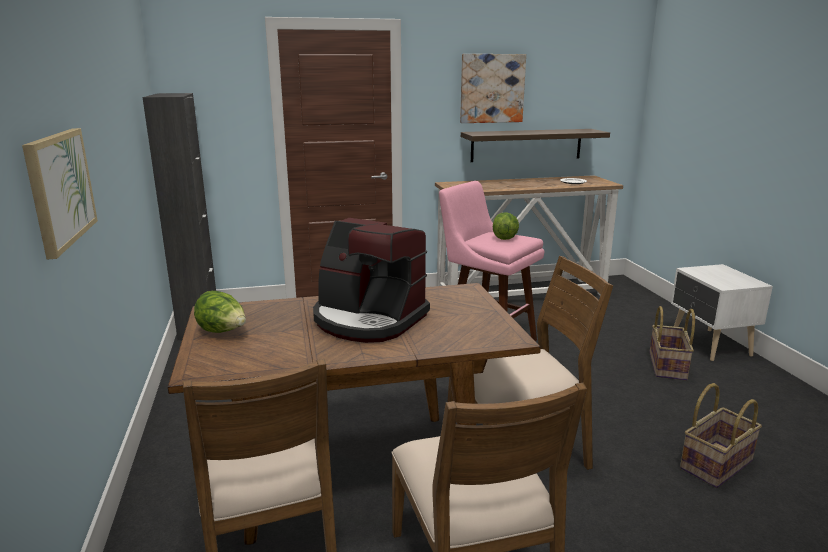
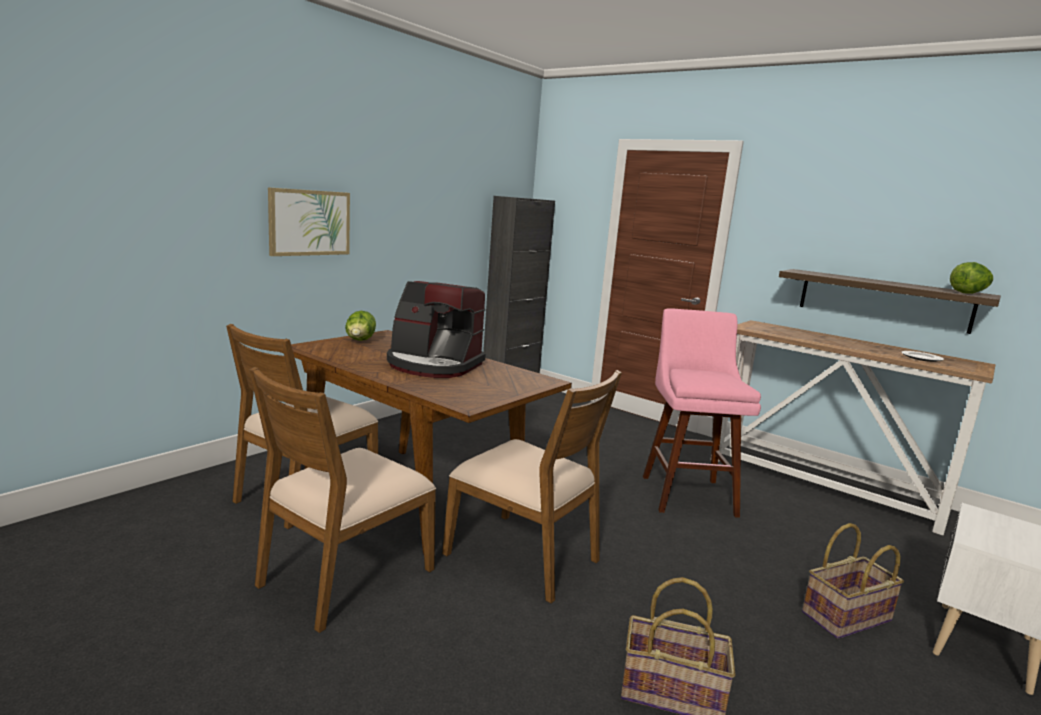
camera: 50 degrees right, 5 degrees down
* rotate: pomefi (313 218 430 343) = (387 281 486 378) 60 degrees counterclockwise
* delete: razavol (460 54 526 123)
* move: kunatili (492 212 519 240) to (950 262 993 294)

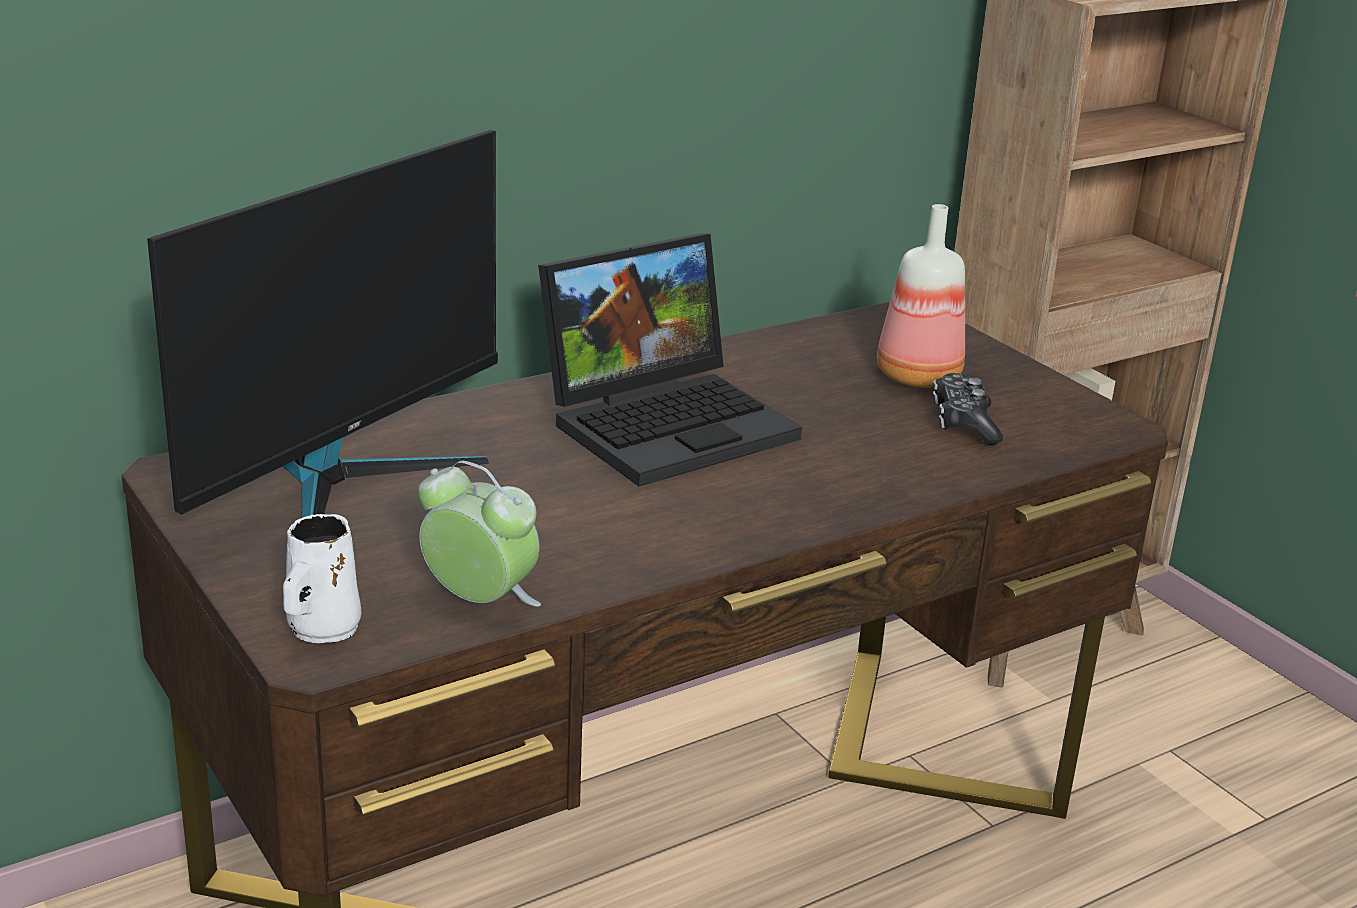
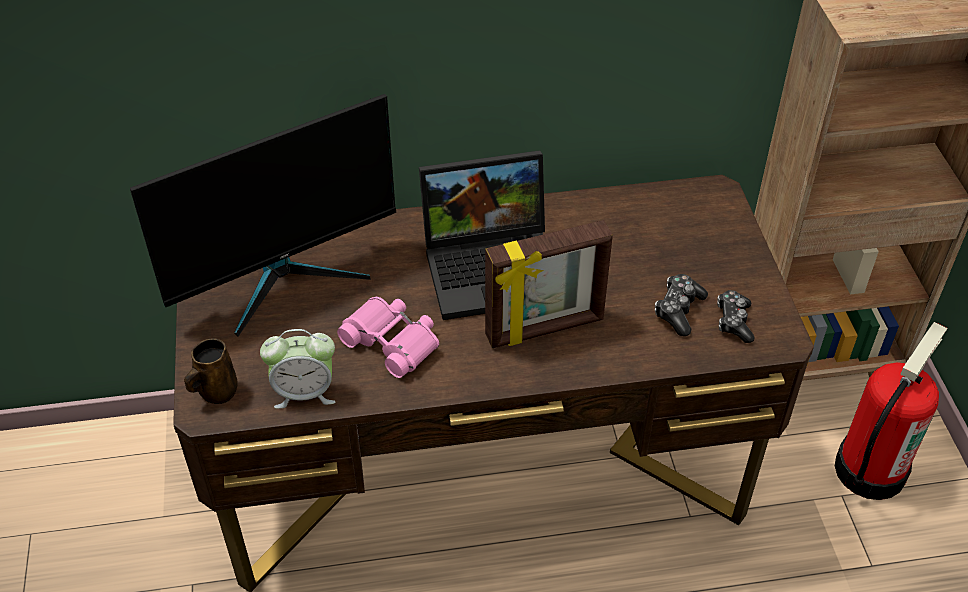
camera: 25 degrees right, 20 degrees up
* recolor: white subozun (283 514 361 643) to brown subozun (184 338 238 404)
* rotate: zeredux (418 461 541 607) = (260 329 335 409) 120 degrees clockwise
* delete: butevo (877 204 965 388)
* insert: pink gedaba (337 297 439 378)
* insert: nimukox (485 220 613 348)
* insert: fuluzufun (717 290 755 343)
* insert: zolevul (835 322 948 500)

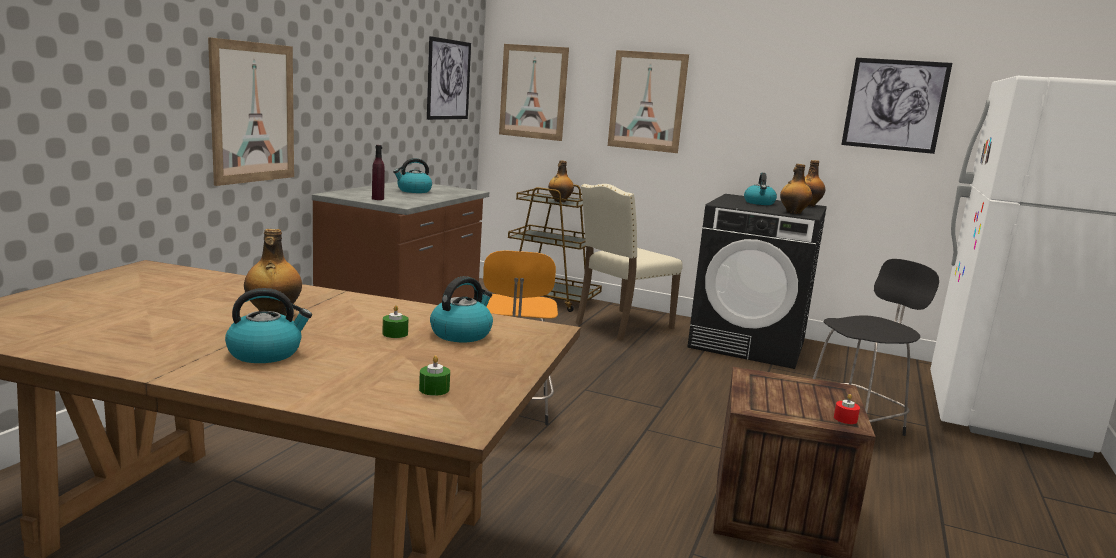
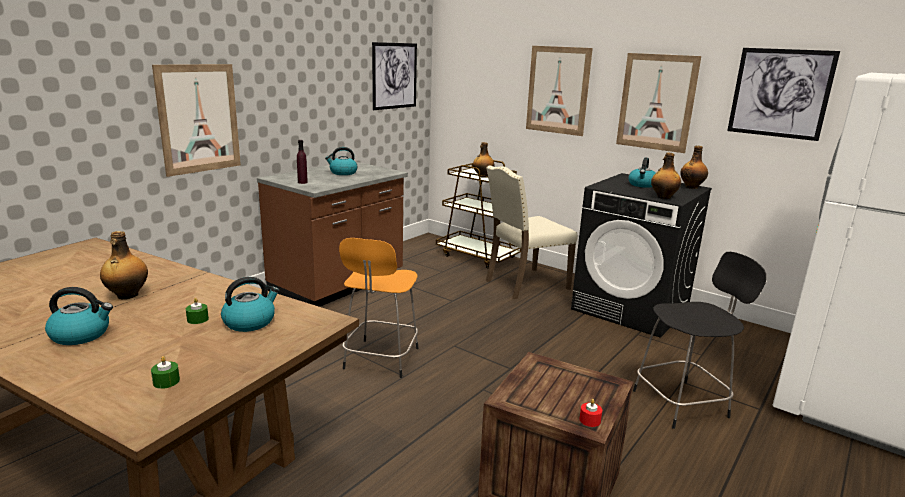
camera: 15 degrees right, 5 degrees up
* move: razavol (499 44 569 141) to (616 53 701 153)

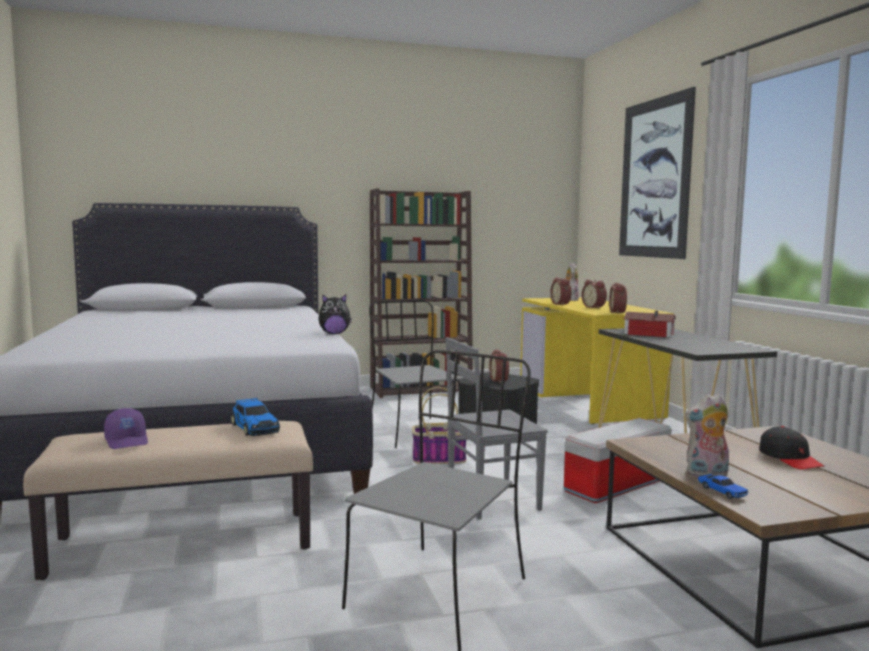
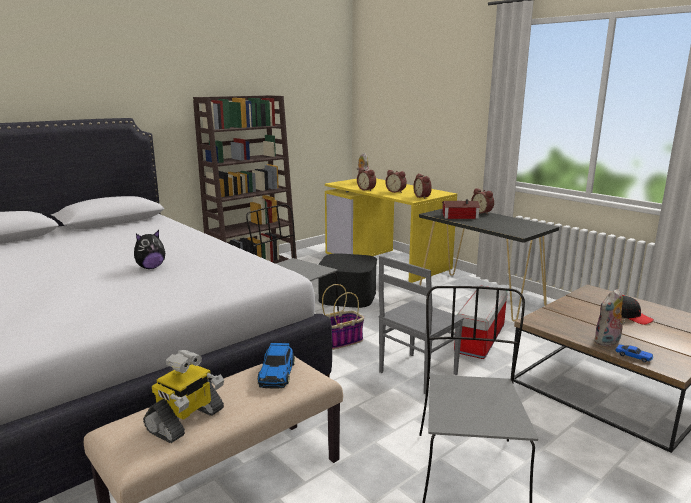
camera: 25 degrees left, 10 degrees up
* replace: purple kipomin (104 408 148 449) to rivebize (143 350 224 443)
* rotate: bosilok (231 398 280 436) = (258 343 295 388) 60 degrees clockwise
* move: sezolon (318 294 352 334) to (134 230 165 269)
* move: zeredux (489 349 509 383) to (471 188 494 215)
* delete: razavol (619 87 696 259)

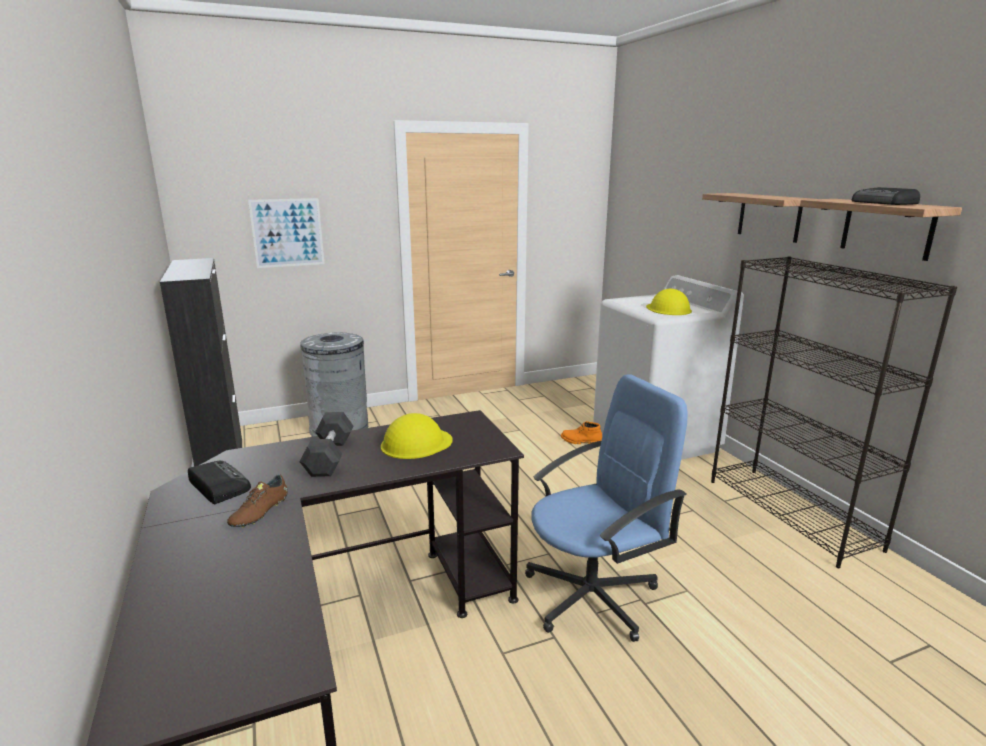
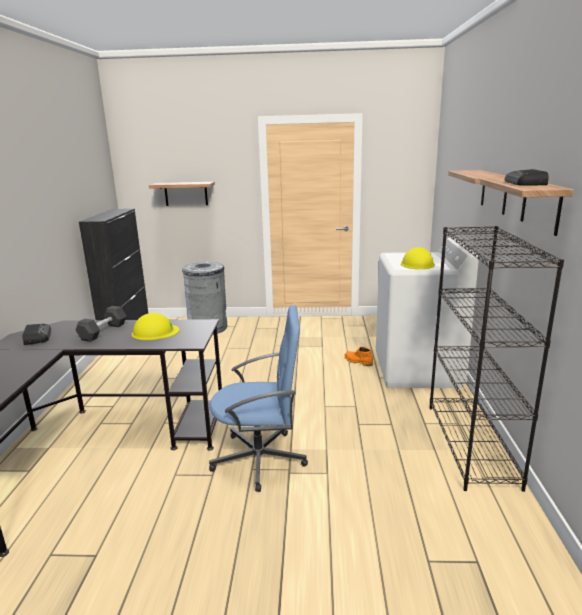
camera: 25 degrees right, 0 degrees up
* delete: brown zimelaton (227 474 288 528)
* replace: razavol (248 198 325 268) to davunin (149 182 215 206)

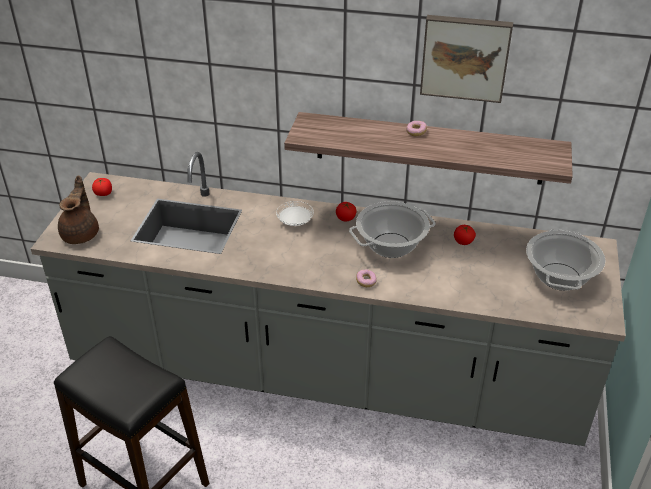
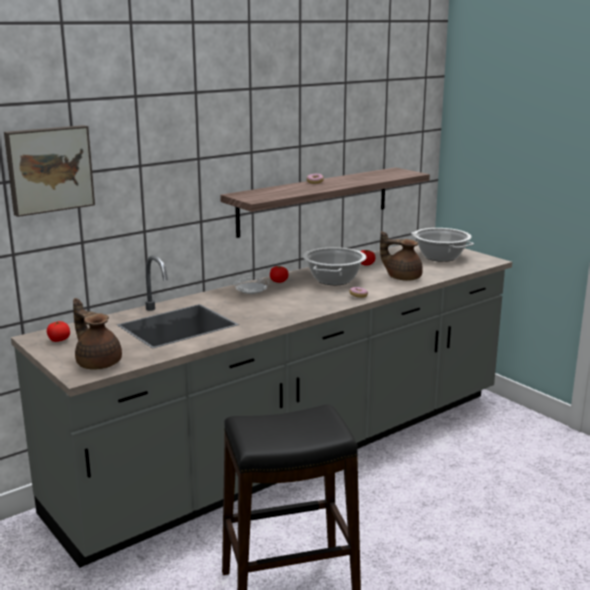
camera: 50 degrees left, 20 degrees down
* move: razavol (420 15 513 103) to (4 125 95 217)
* insert: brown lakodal (380 231 423 281)

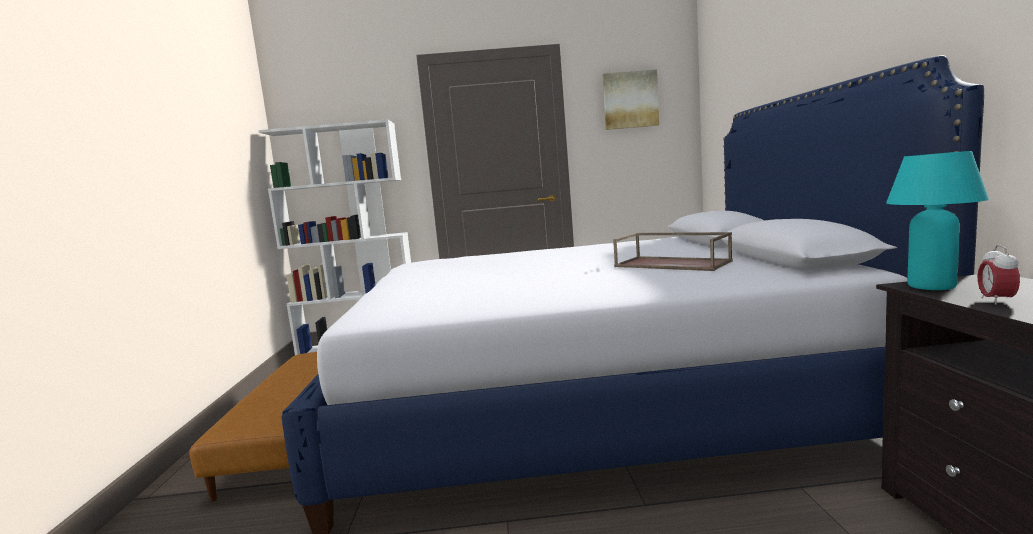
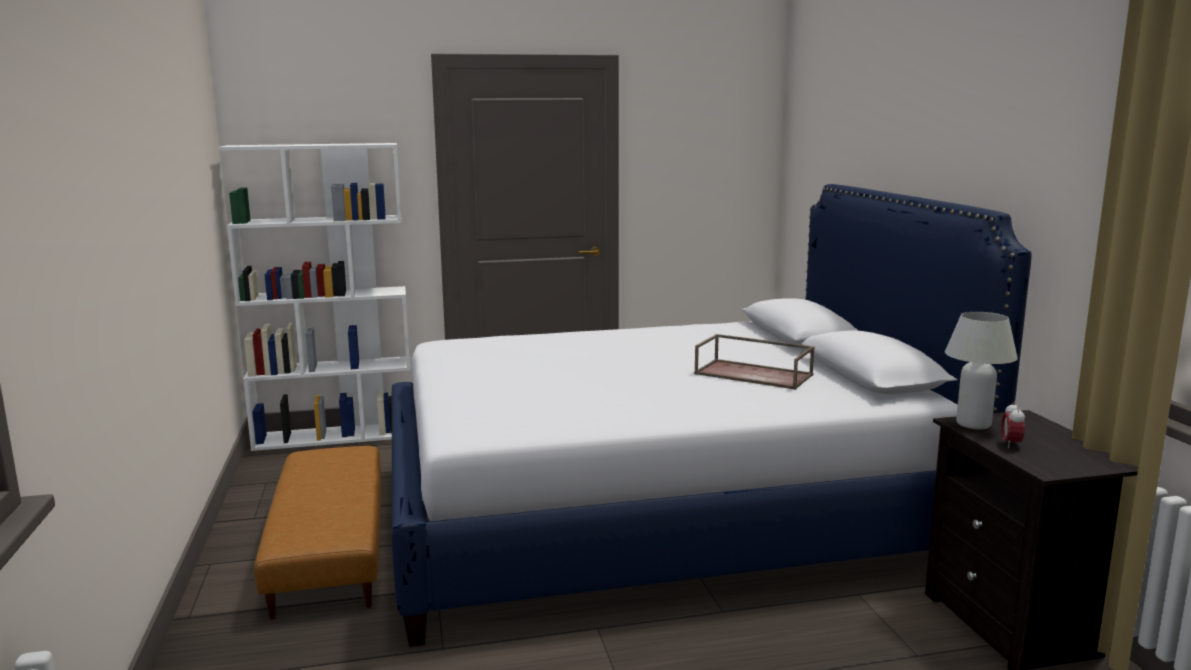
camera: 10 degrees left, 5 degrees up
* delete: razavol (602 69 659 130)
* recolor: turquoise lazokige (886 151 989 290) to white lazokige (945 312 1018 429)

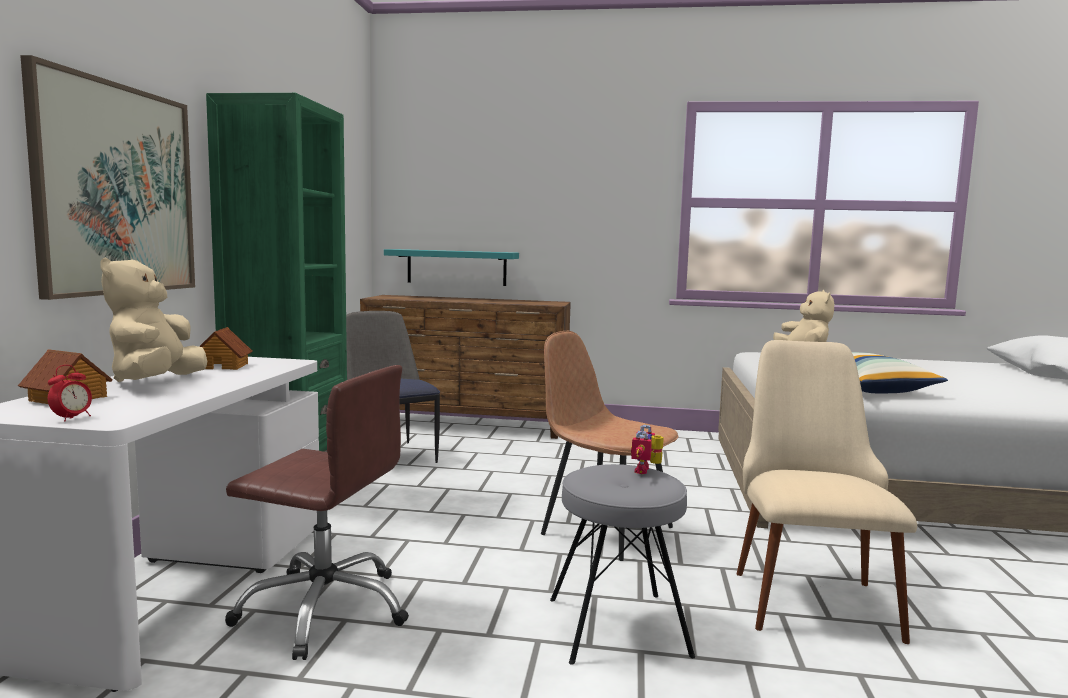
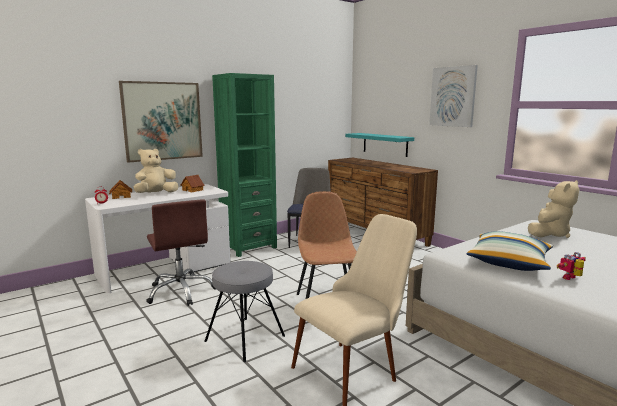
camera: 45 degrees right, 5 degrees up
* move: rivebize (631 425 664 474) to (557 252 586 280)
* insert: razavol (429 65 478 127)

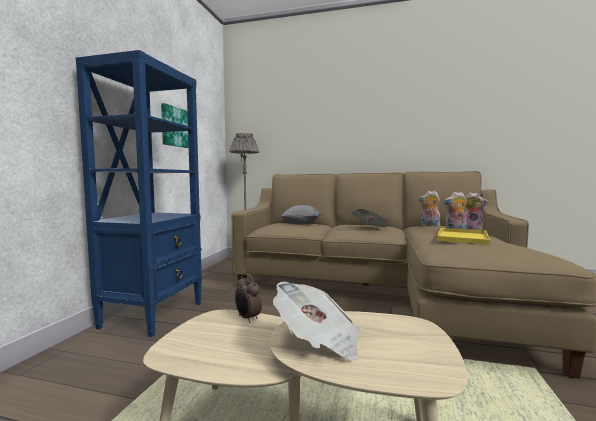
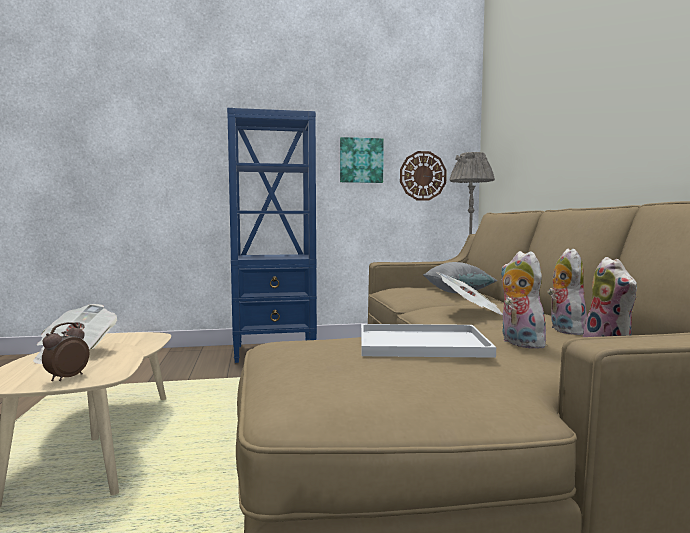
camera: 65 degrees right, 0 degrees up
* move: zeredux (235 274 262 323) to (42 322 89 381)
* recolor: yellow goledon (437 228 490 245) to white goledon (361 324 496 358)
* insert: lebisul (400 151 447 200)

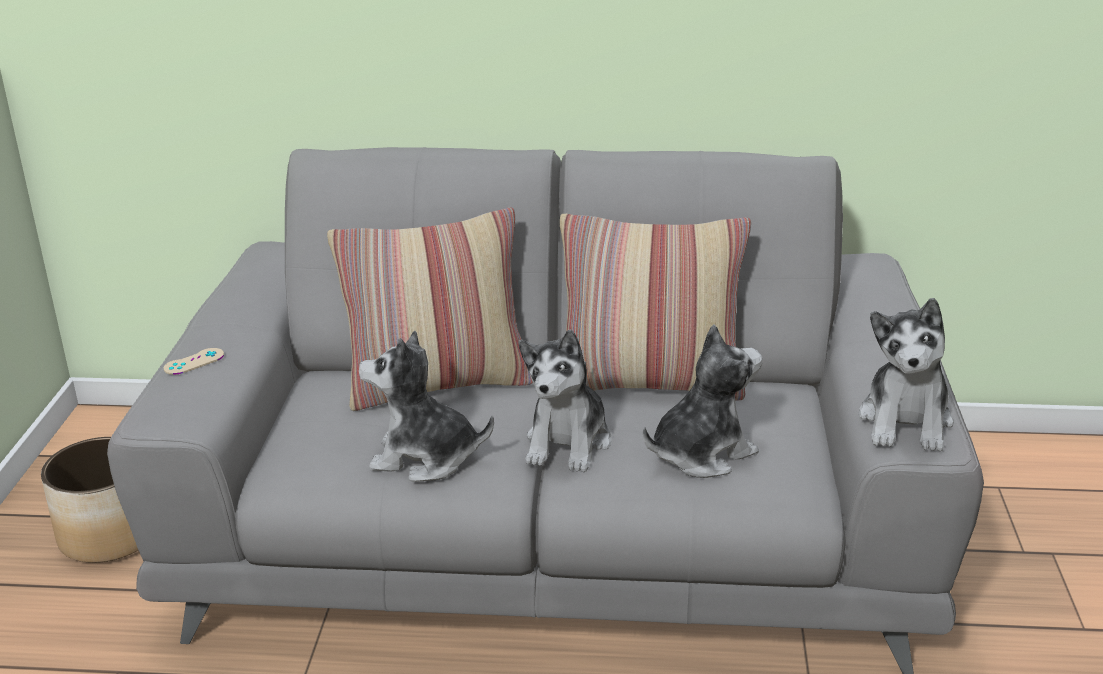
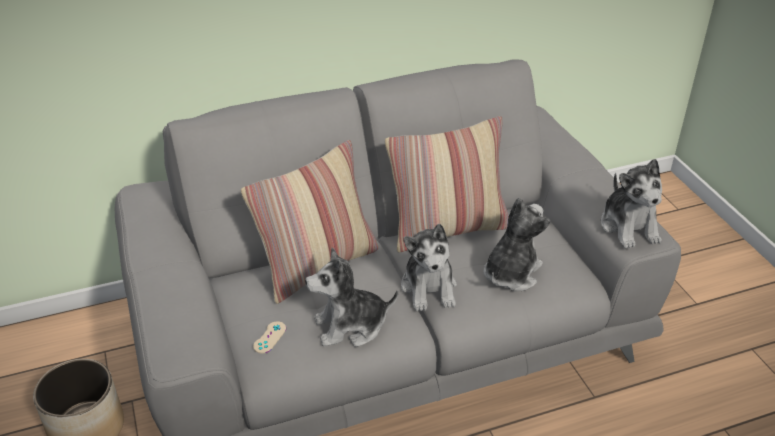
camera: 25 degrees left, 10 degrees up
* move: beige fuluzufun (164 348 224 375) to (253 321 286 354)

